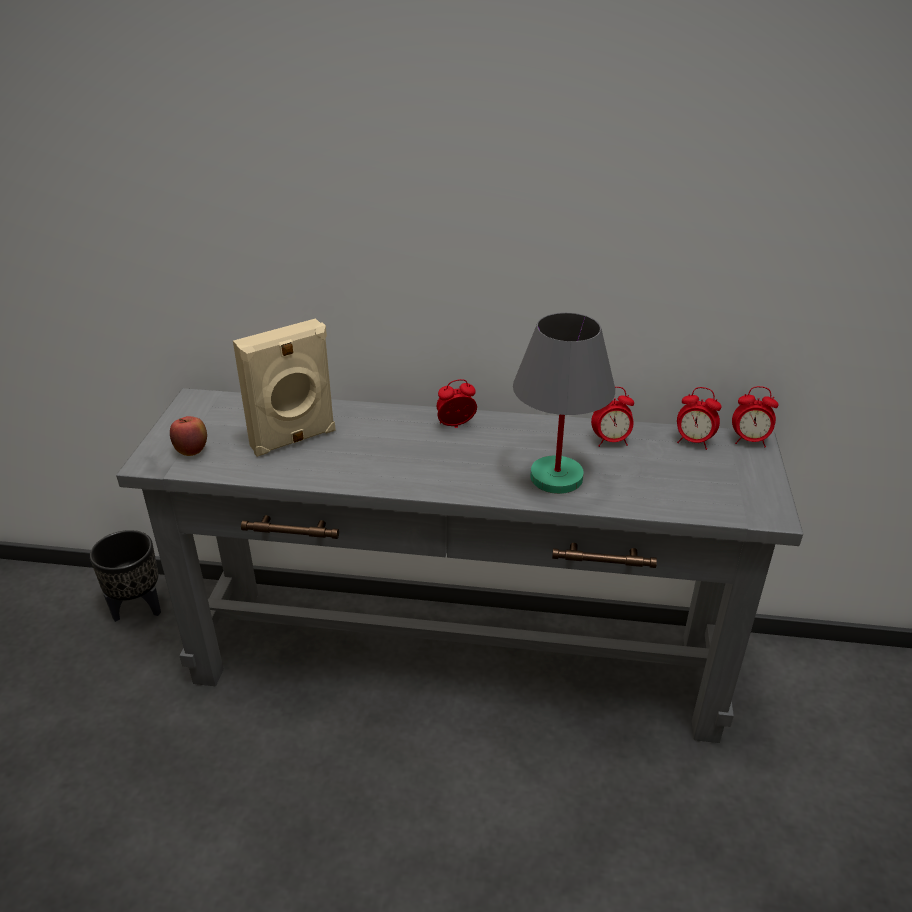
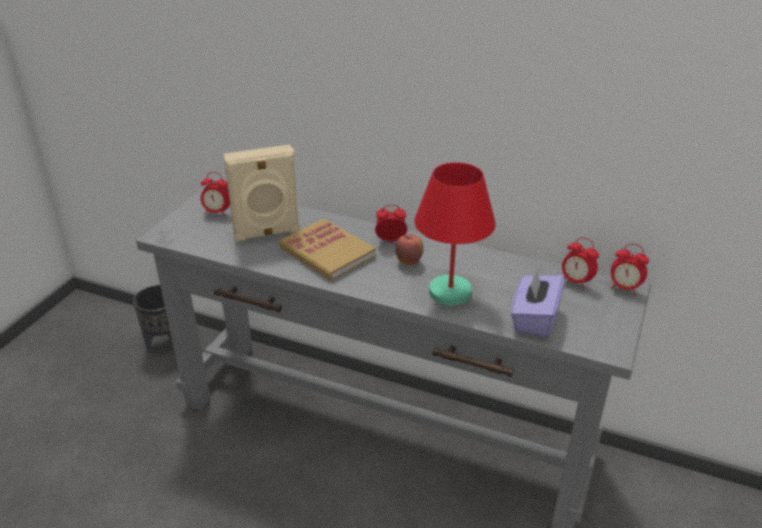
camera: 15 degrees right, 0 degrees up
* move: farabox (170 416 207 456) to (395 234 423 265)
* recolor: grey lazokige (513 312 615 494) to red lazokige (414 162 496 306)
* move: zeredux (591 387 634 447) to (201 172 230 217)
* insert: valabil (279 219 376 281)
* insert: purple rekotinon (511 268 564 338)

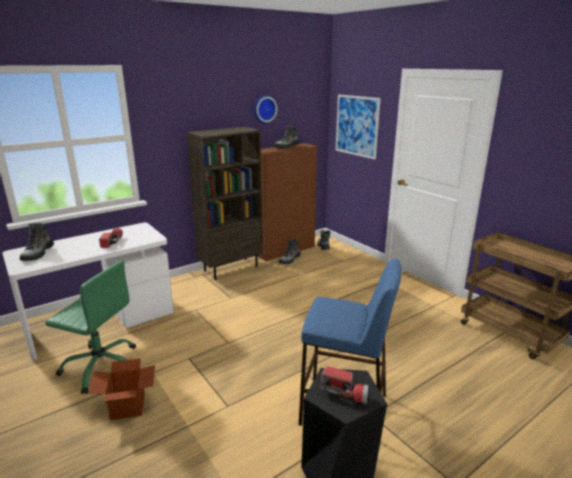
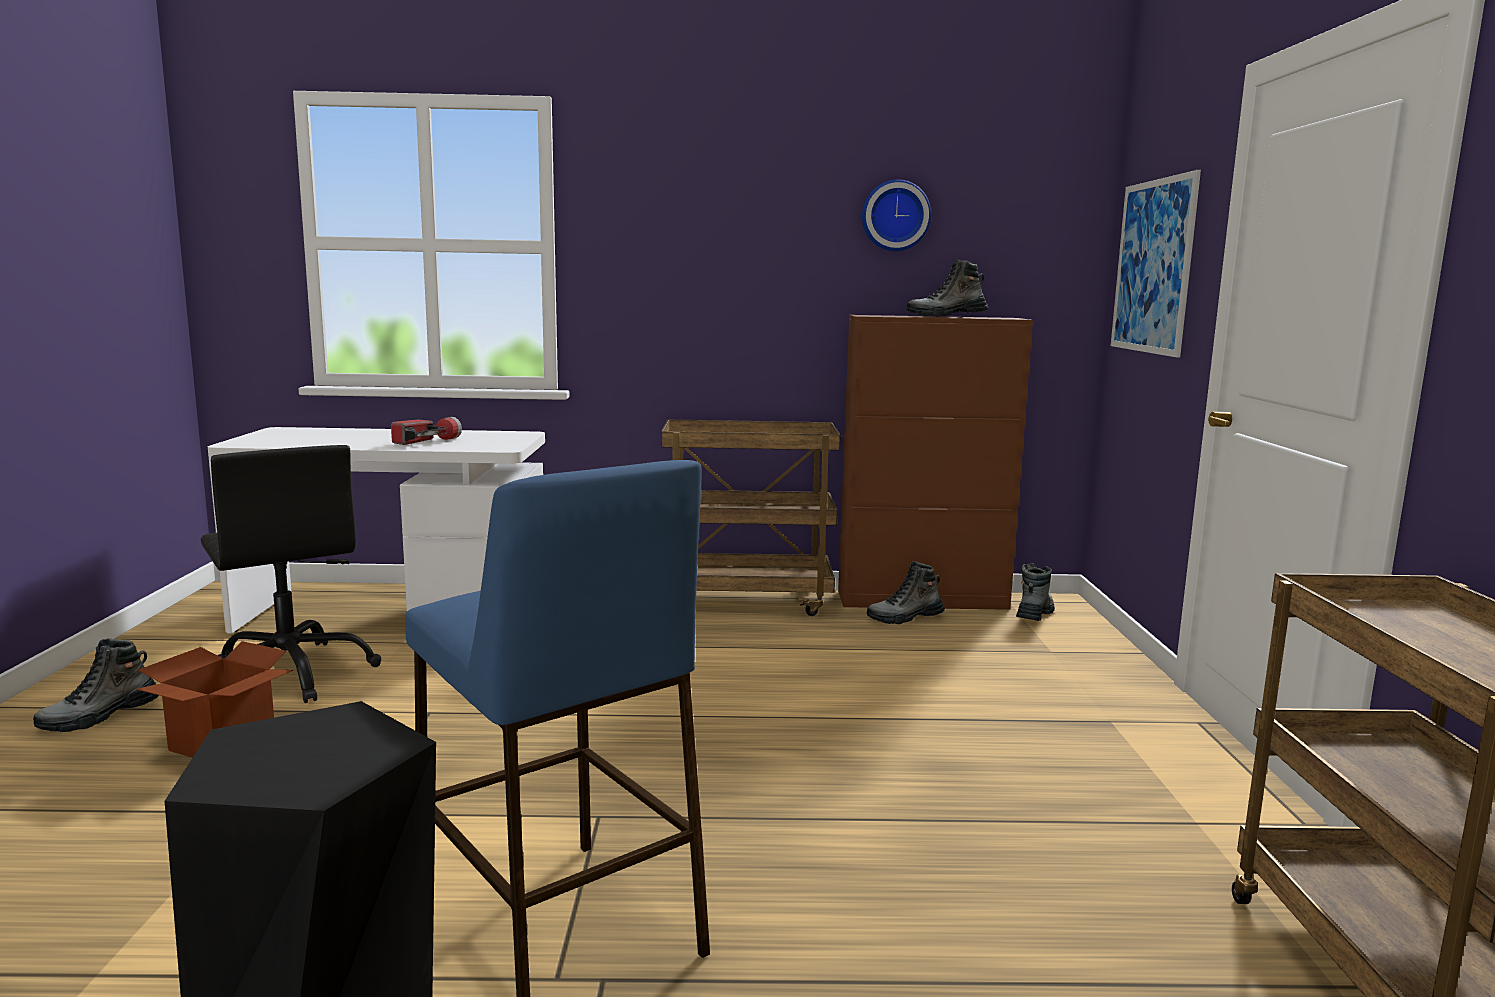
camera: 35 degrees right, 10 degrees down
* move: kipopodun (20 223 54 261) to (33 638 159 732)
* recolor: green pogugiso (45 261 136 394) to black pogugiso (201 445 381 703)
* replace: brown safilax (186 127 263 280) to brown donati (661 419 841 616)
* delete: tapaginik (319 366 368 404)

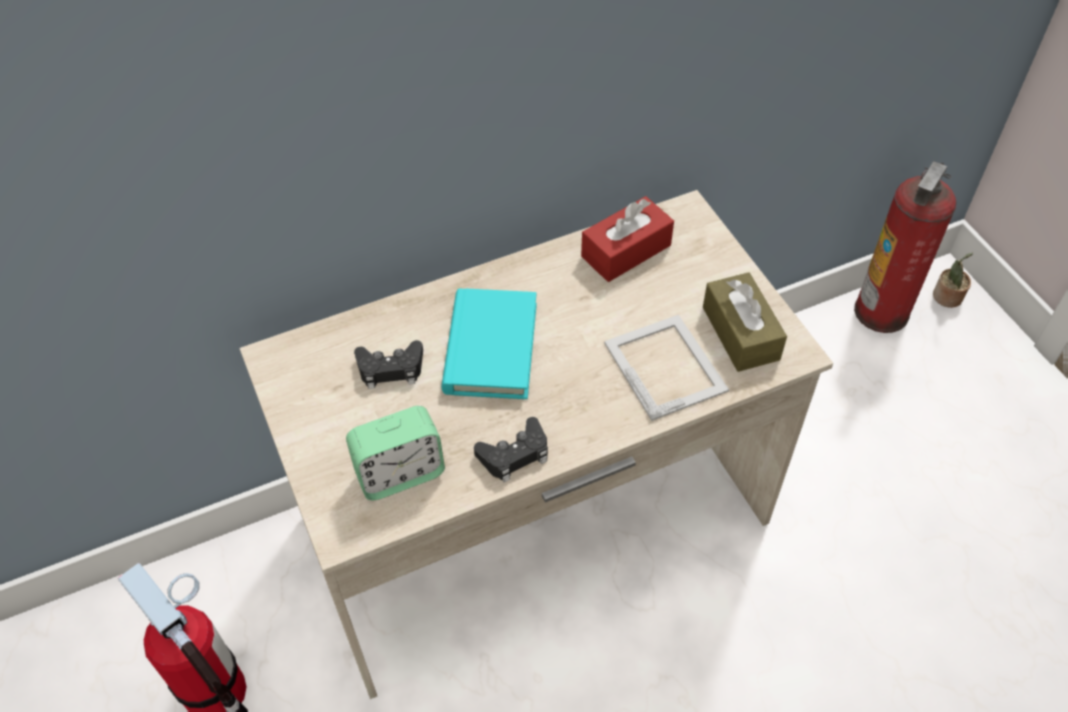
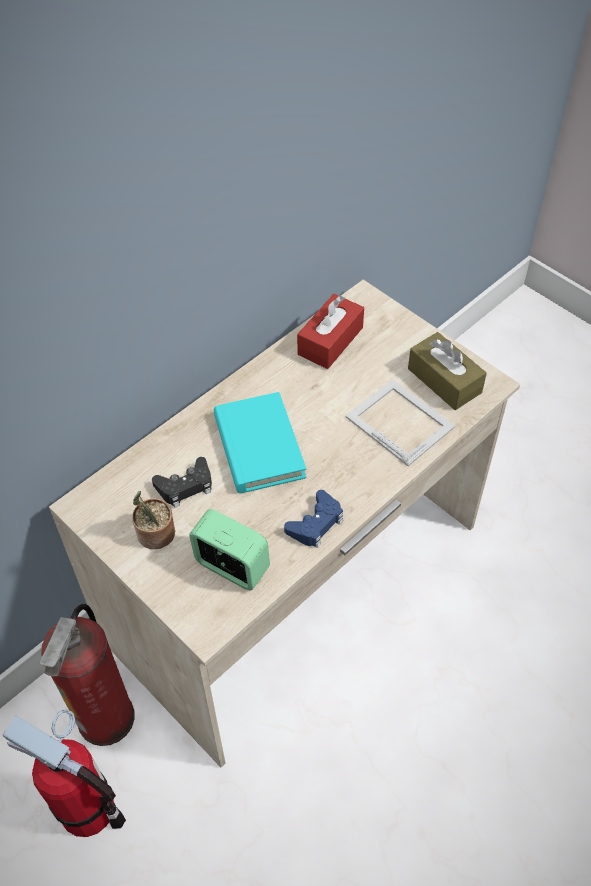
camera: 20 degrees left, 0 degrees up
* rotate: zeredux (346 406 445 500) = (189 509 270 590) 105 degrees counterclockwise
* recolor: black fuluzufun (474 417 548 482) to blue fuluzufun (284 490 343 548)
* move: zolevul (854 161 956 333) to (39 604 135 746)
* move: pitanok (933 253 973 308) to (132 491 175 549)

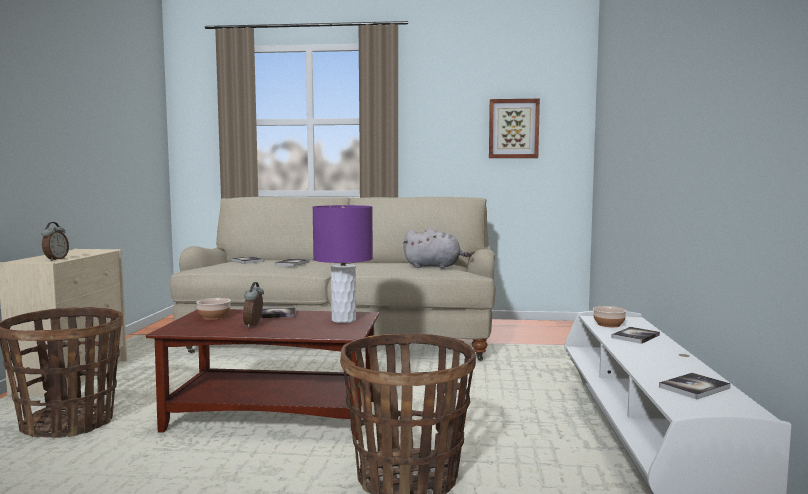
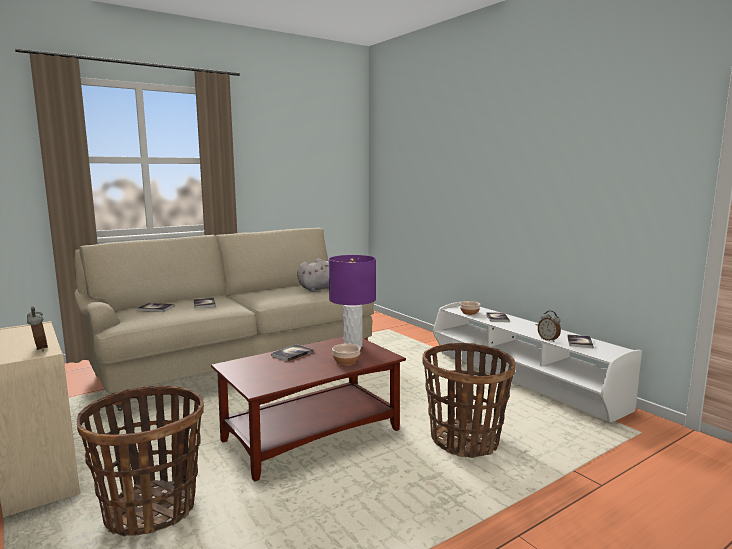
camera: 40 degrees left, 5 degrees up
* move: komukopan (196 298 231 320) to (332 343 361 365)
* move: zeredux (243 282 264 328) to (538 311 561 342)
* delete: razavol (489 99 540 158)

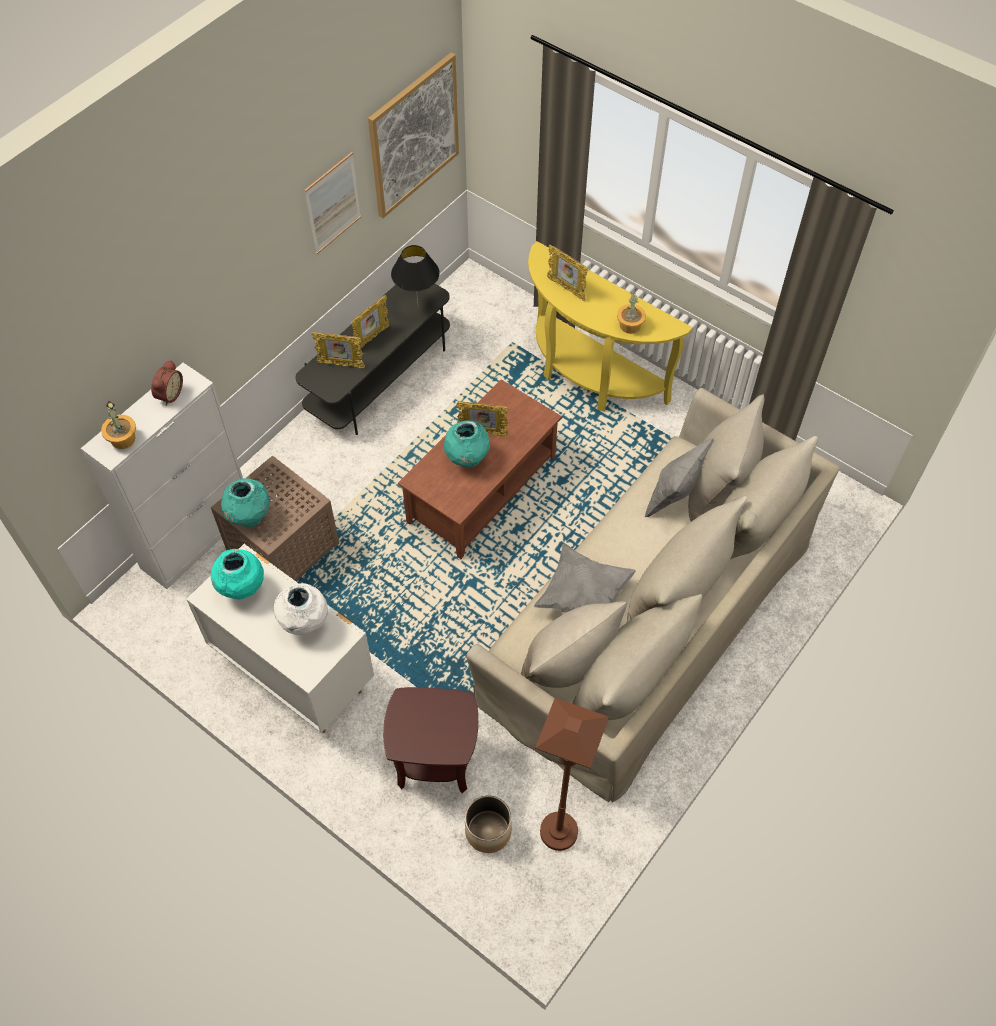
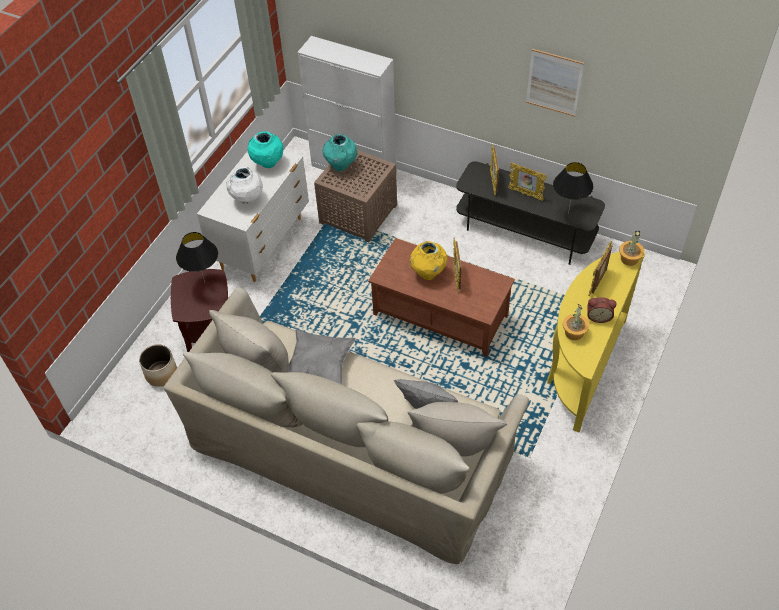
camera: 80 degrees right, 5 degrees down
* move: pitanok (101 401 136 449) to (619 231 644 266)
* move: zeredux (151 360 183 406) to (587 297 616 323)
* delete: razavol (368 53 459 218)
* recolor: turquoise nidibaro (444 421 490 468) to yellow nidibaro (409 241 448 280)
* delete: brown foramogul (535 698 609 851)
* insert: black lazokige (176 232 218 282)

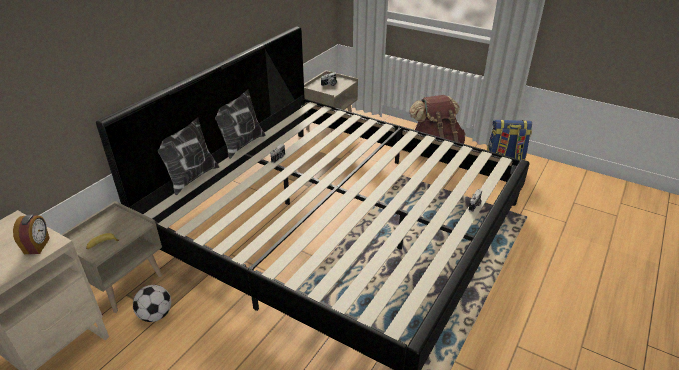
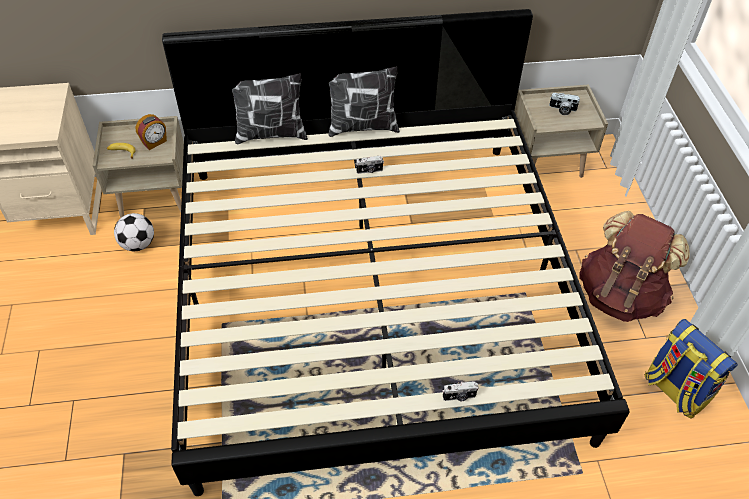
camera: 50 degrees right, 15 degrees up
* move: zeredux (13 214 50 254) to (136 114 167 150)

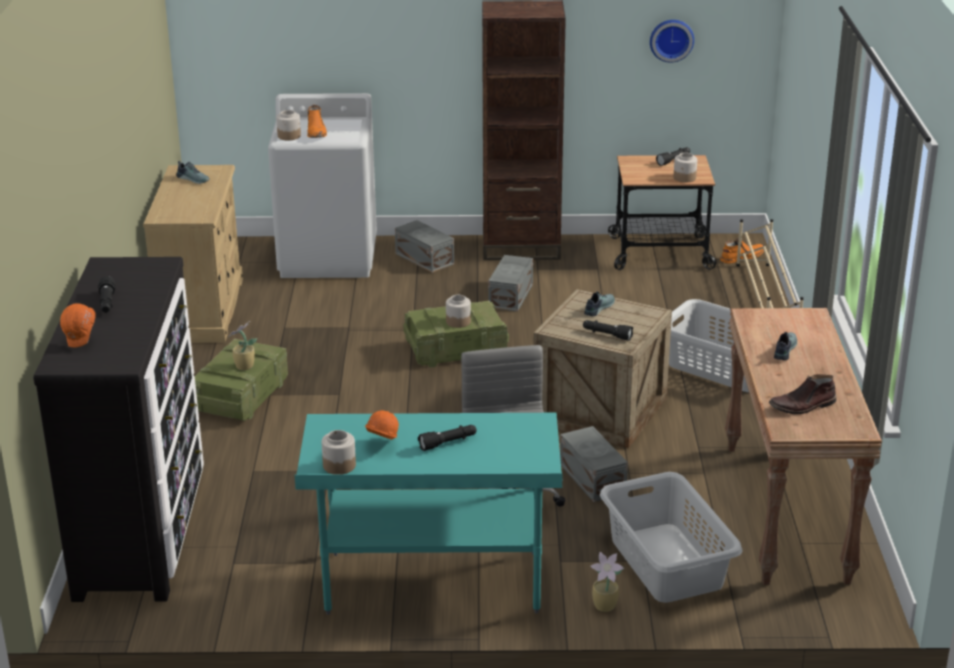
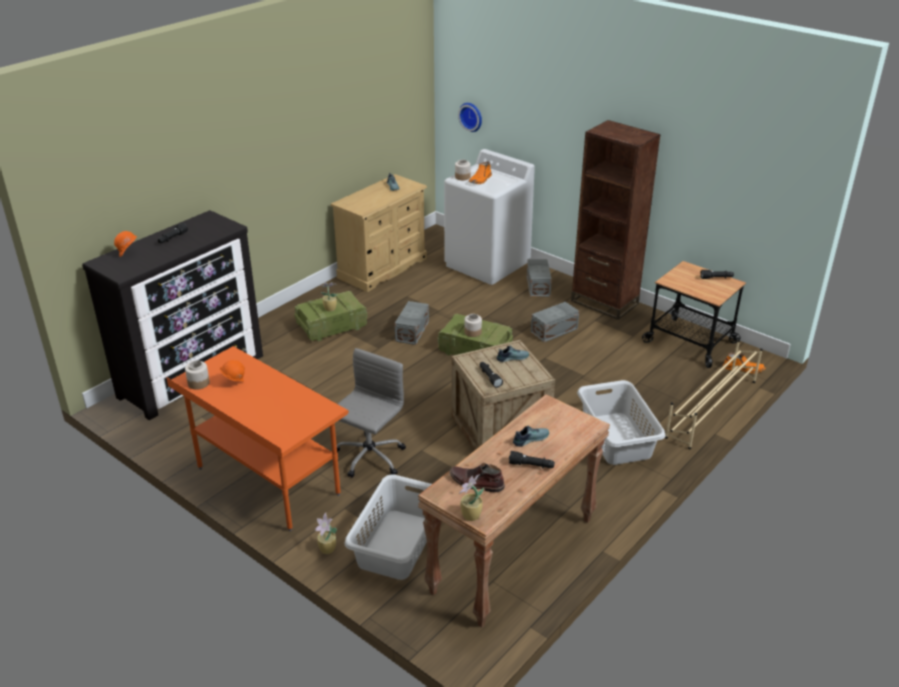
camera: 40 degrees right, 5 degrees up
* recolor: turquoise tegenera (295 413 563 615) to orange tegenera (166 346 349 531)
* move: black tapaginik (418 425 477 451) to (509 451 555 469)
* move: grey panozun (560 426 628 502) to (395 301 429 345)
* move: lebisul (650 20 694 63) to (458 103 482 132)
* delete: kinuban (674 152 697 183)
* insert: pitanok (459 474 484 521)

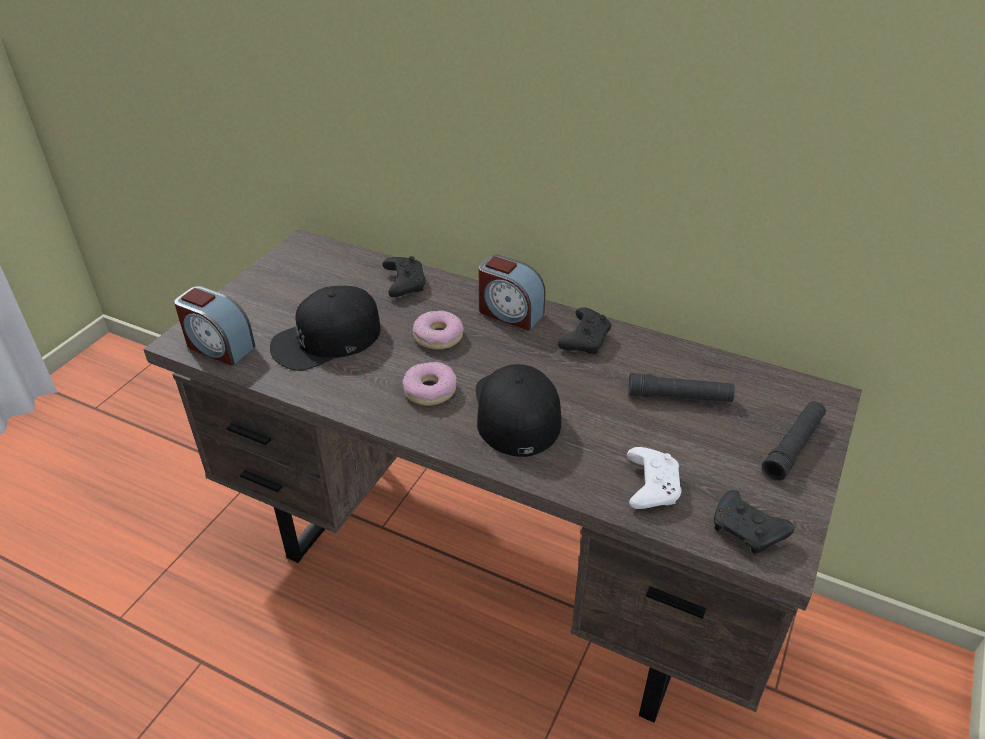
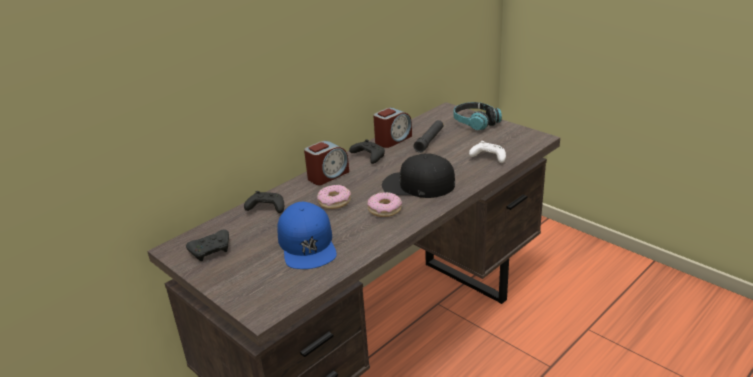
camera: 70 degrees left, 10 degrees down
* move: zeredux (174 286 256 366) to (373 107 412 148)
* recolor: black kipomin (270 286 381 371) to blue kipomin (278 202 337 269)
* move: black fuluzufun (714 490 794 554) to (186 229 229 261)
* replace: black tapaginik (762 401 826 481) to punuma (453 102 502 130)

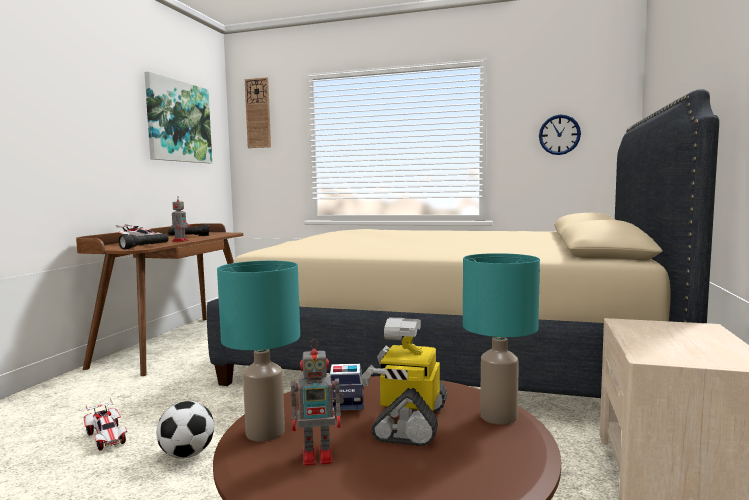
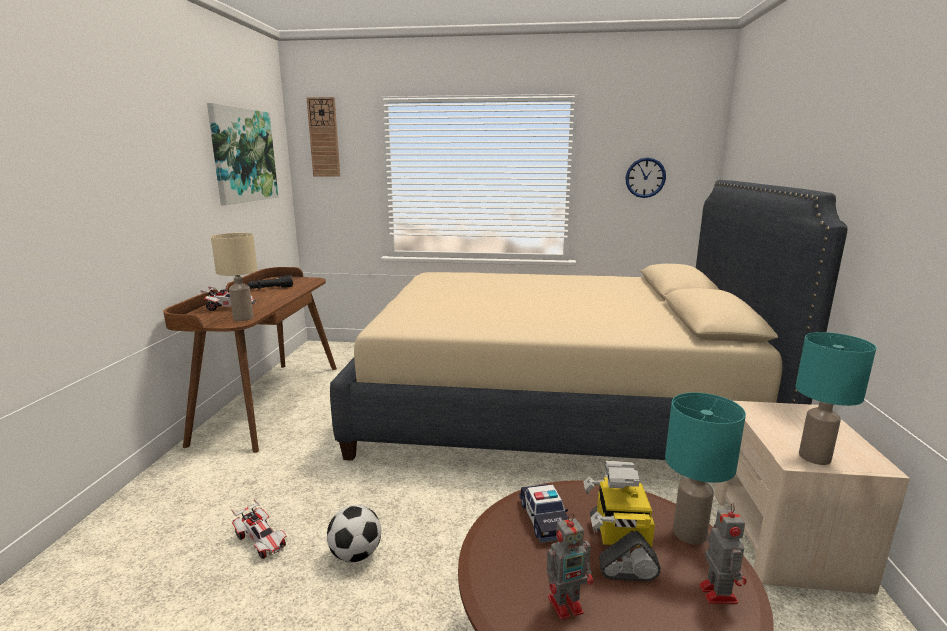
camera: 10 degrees left, 10 degrees up
* replace: black tapaginik (119 233 168 250) to beige lazokige (211 233 258 321)
* move: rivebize (172 196 189 242) to (699 503 747 604)
* move: turquoise lazokige (217 261 300 442) to (796 332 876 465)

